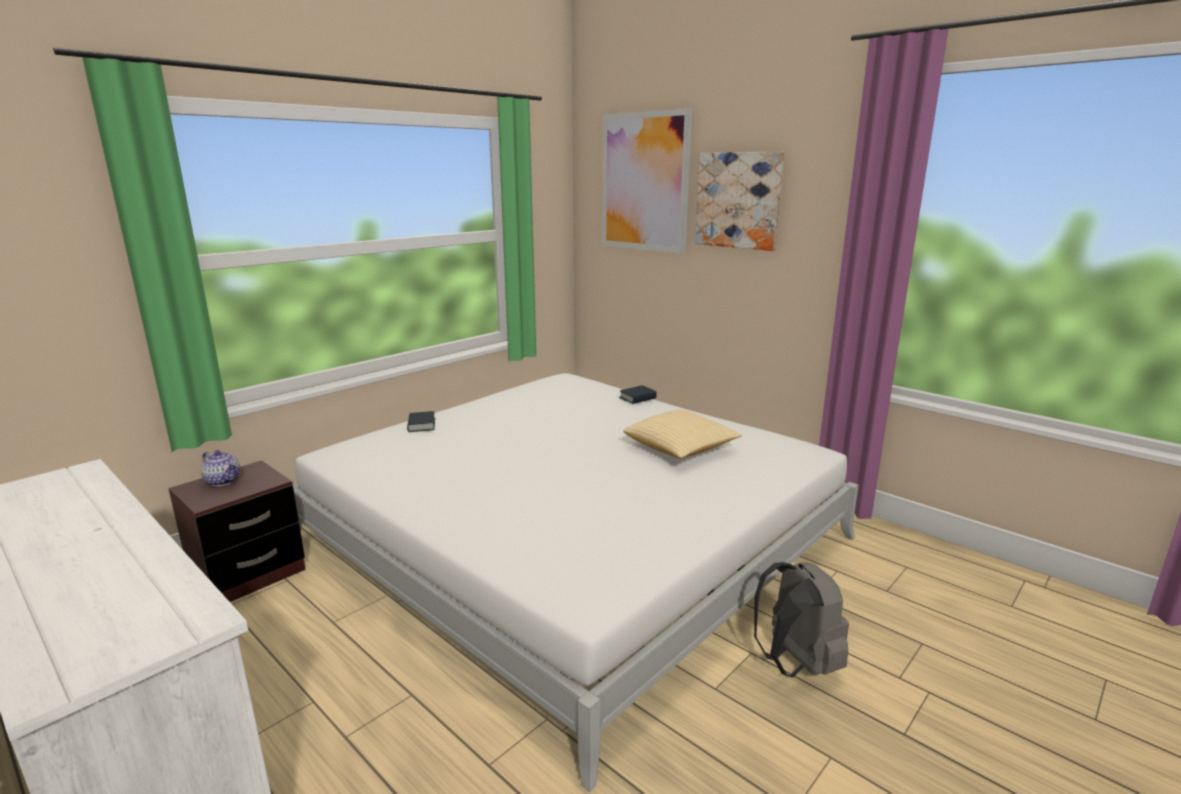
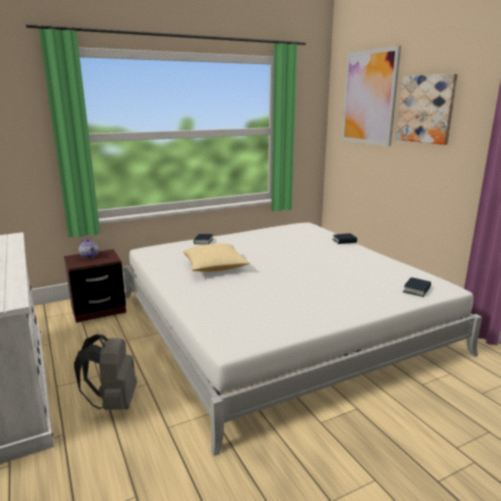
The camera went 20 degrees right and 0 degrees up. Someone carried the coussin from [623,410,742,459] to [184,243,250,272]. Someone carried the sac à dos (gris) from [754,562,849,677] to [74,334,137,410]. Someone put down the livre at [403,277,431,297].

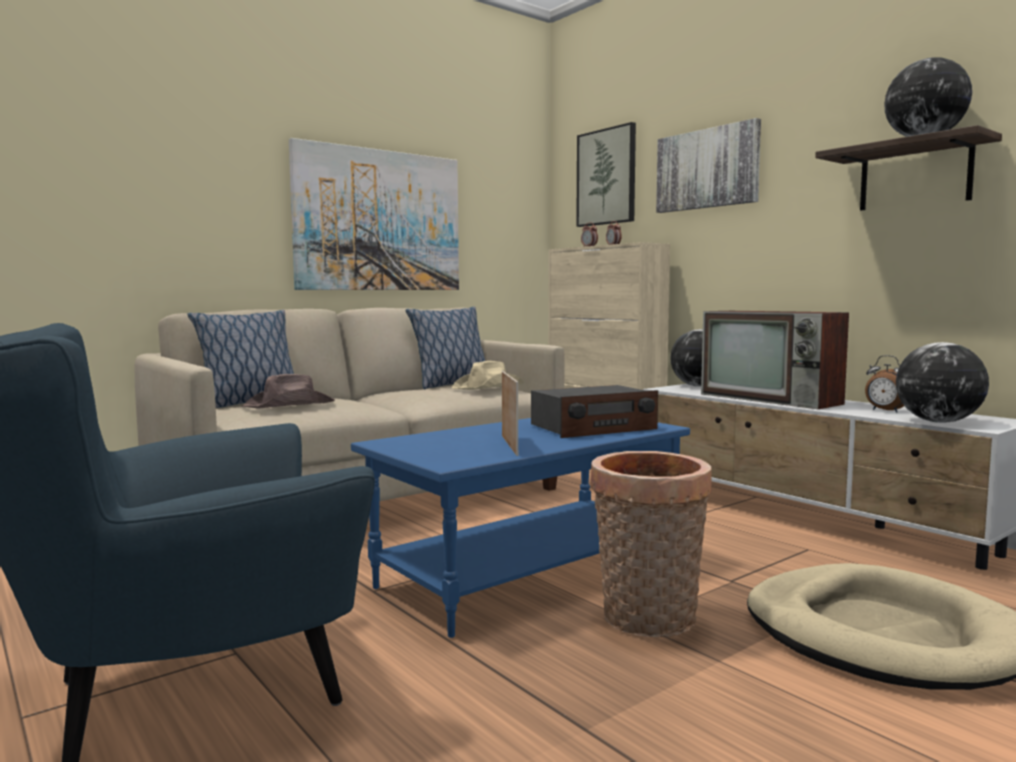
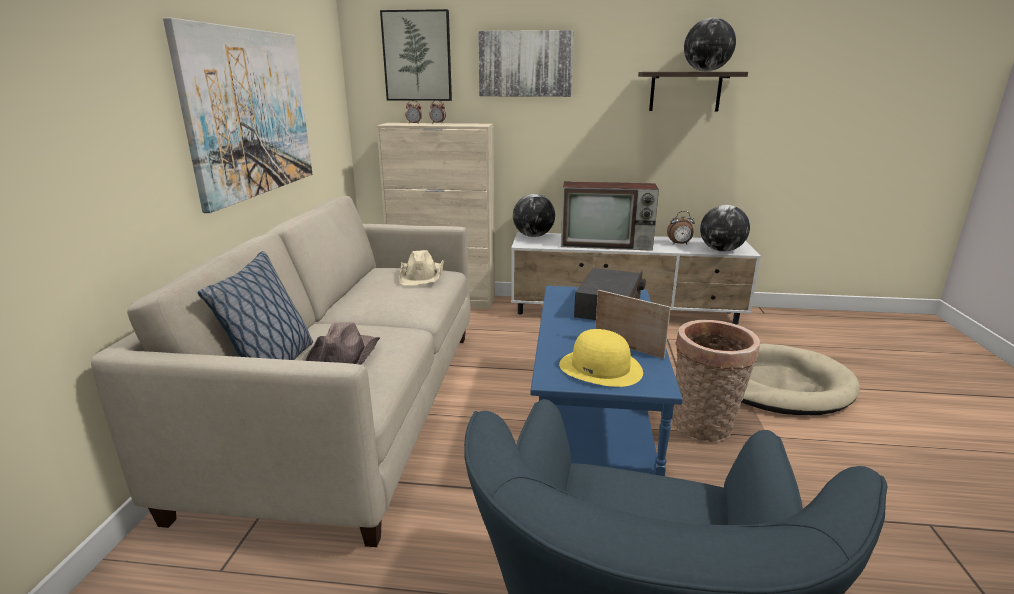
The camera went 45 degrees left and 15 degrees up. Someone took away the coussin at [405,306,485,389]. Someone put down the chapeau (jaune) at [559,329,643,387].

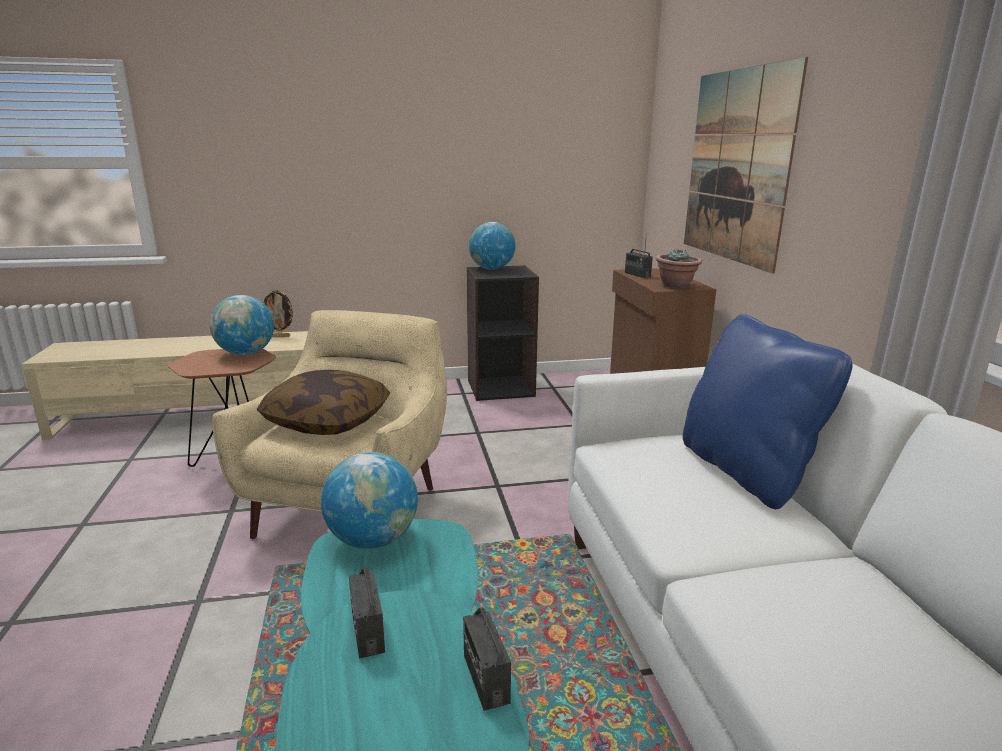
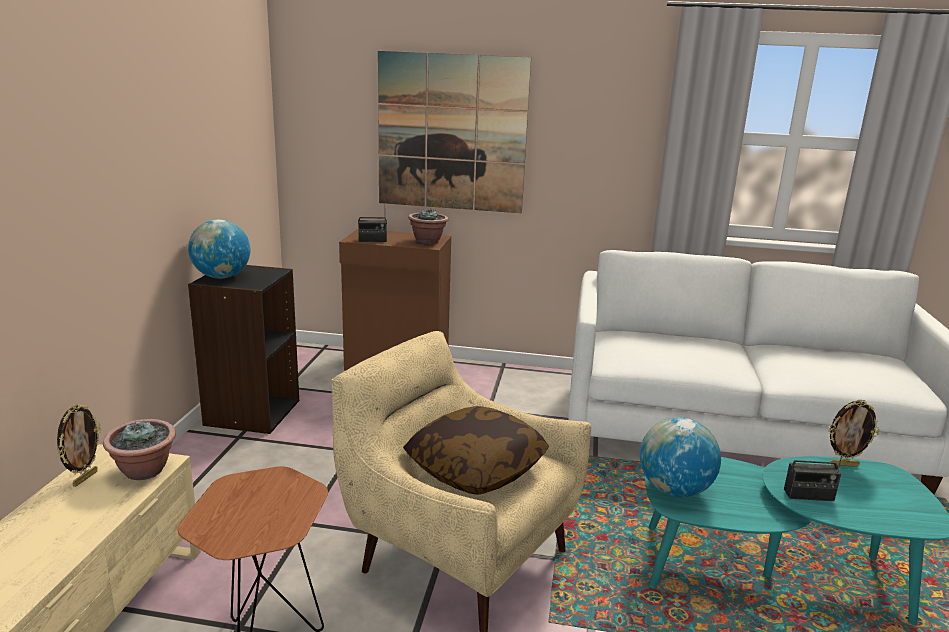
The camera went 70 degrees left and 0 degrees up. Someone took away the globe at [210,295,274,355]. Someone swapped the radio at [463,607,511,711] for the cadre photo at [828,399,879,467]. Someone took away the coussin (bleu) at [682,314,853,509]. Someone put down the plante en pot at [103,419,176,480].

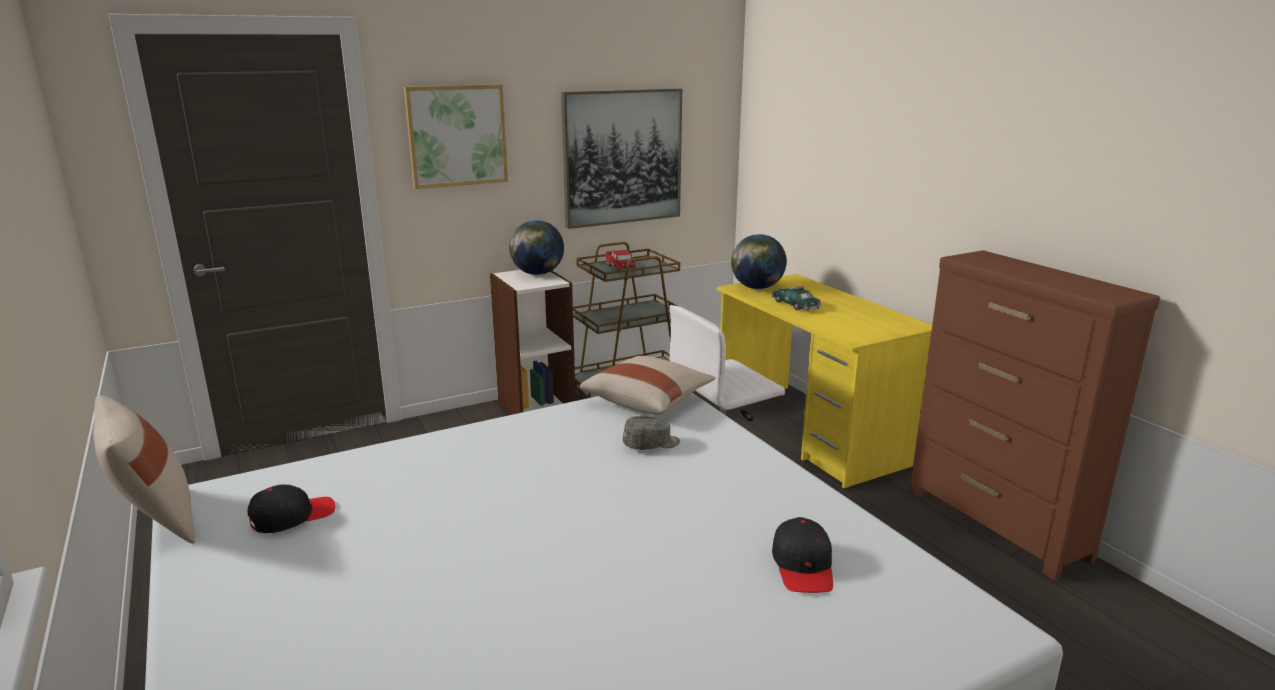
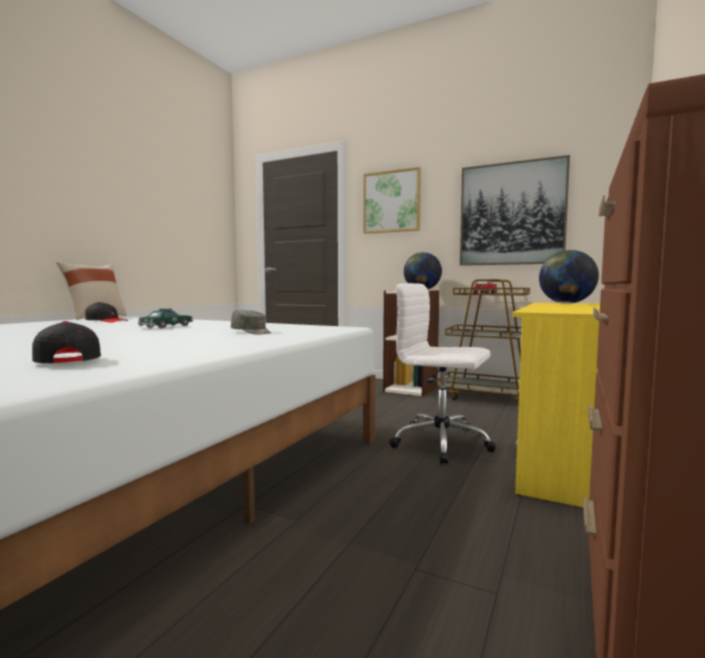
The camera went 55 degrees right and 15 degrees down. Someone took away the coussin (beige) at [580,356,715,414]. Someone carried the petite voiture from [771,286,822,311] to [138,308,193,328]. Someone rotated the casquette (noir) at [772,517,833,593] by 90 degrees clockwise.

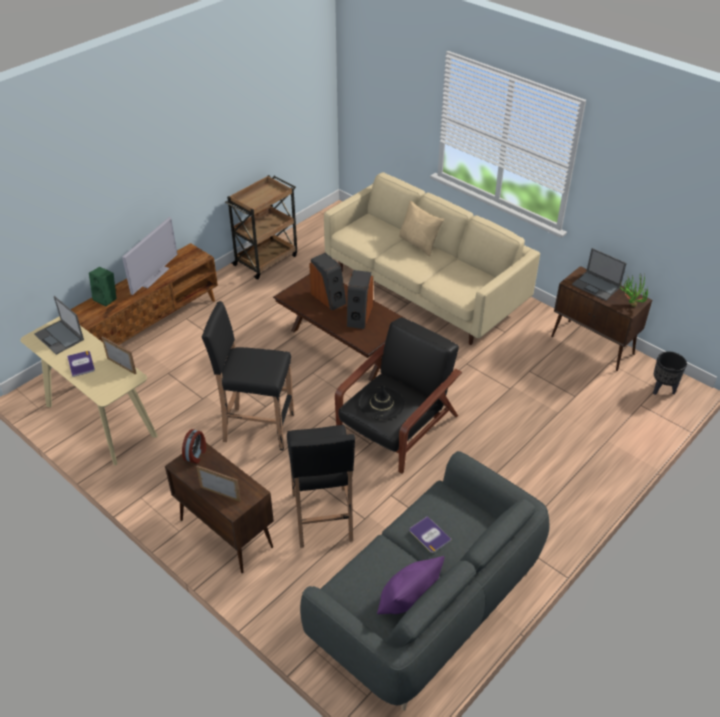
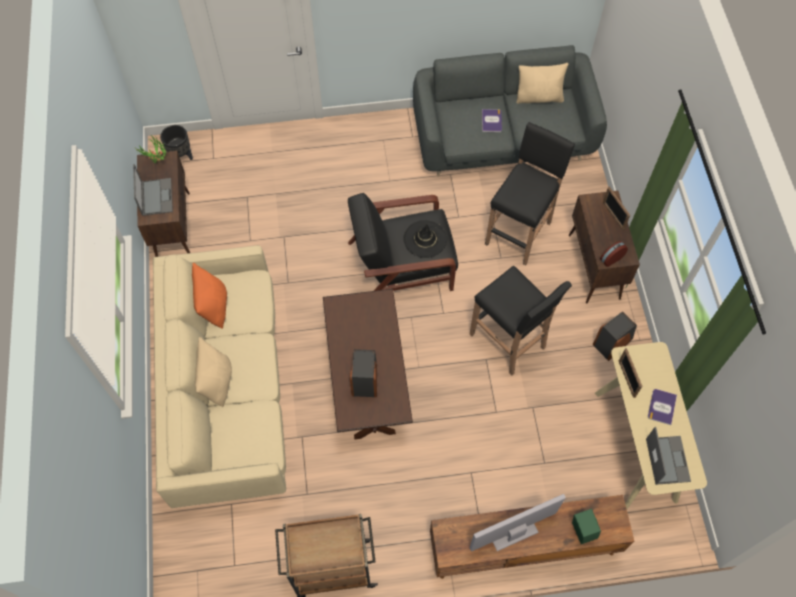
The camera went 140 degrees left and 20 degrees up. Someone carried the enceinte from [346,270,373,329] to [593,312,637,361]. Someone repainted the coussin (violet) at [377,556,444,614], which became the coussin (beige) at [517,63,569,104]. Someone put down the coussin (orange) at [192,263,227,329].

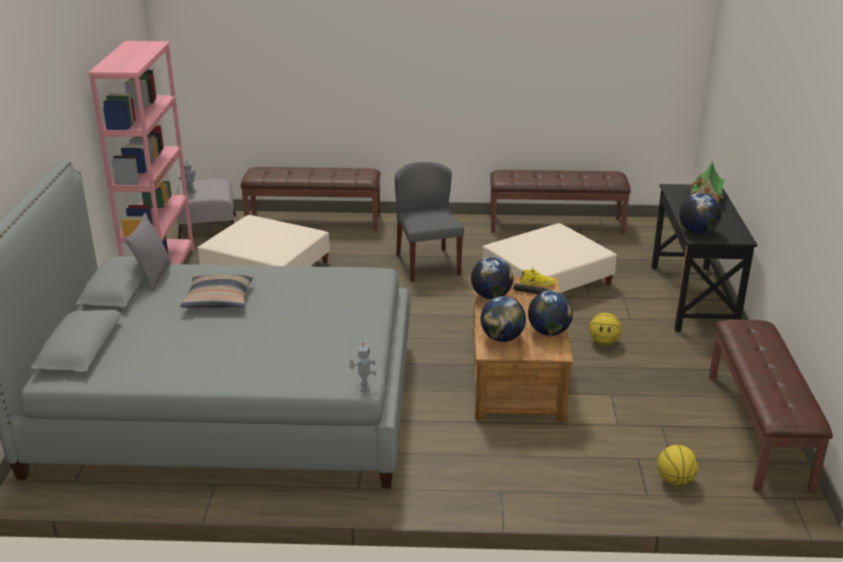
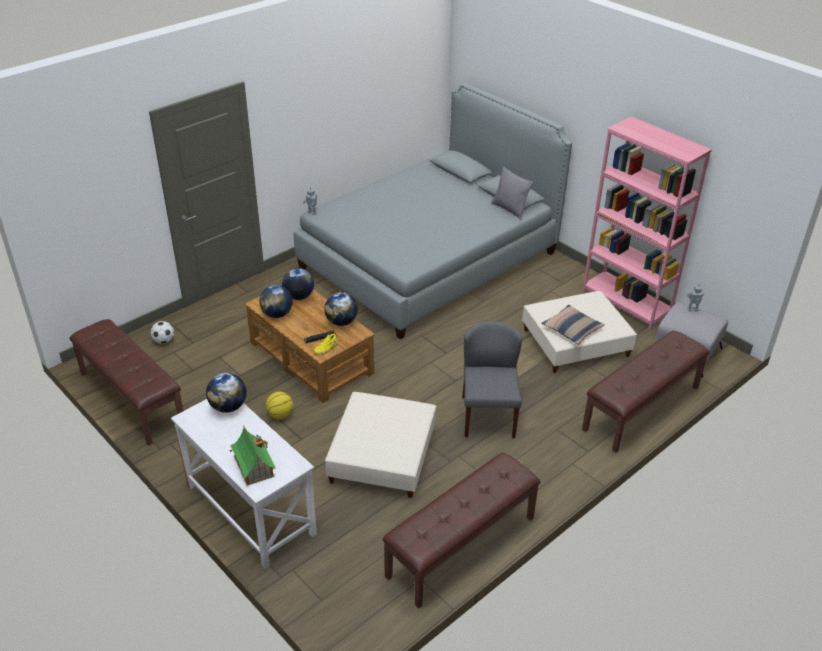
The camera went 135 degrees right and 10 degrees up. Someone carried the coussin from [180,275,254,308] to [541,305,605,345]. Someone rotated the chaise (gris) at [395,162,464,282] by 120 degrees counterclockwise. Someone repainted the bureau (noir) at [651,184,757,332], which became the bureau (blanc) at [171,399,317,569]. Someone swapped the ballon de basket at [657,445,699,485] for the ballon de foot at [151,321,174,344].

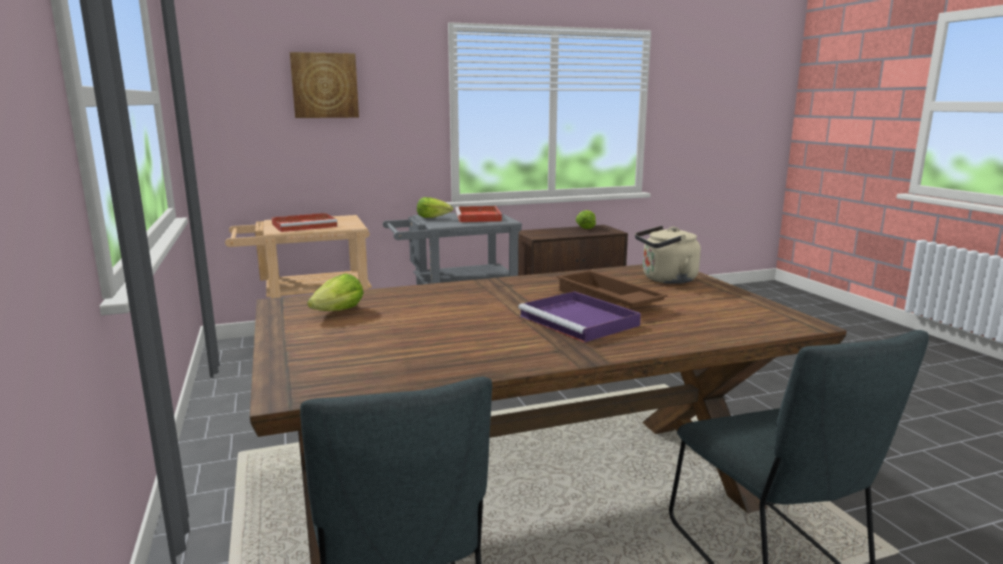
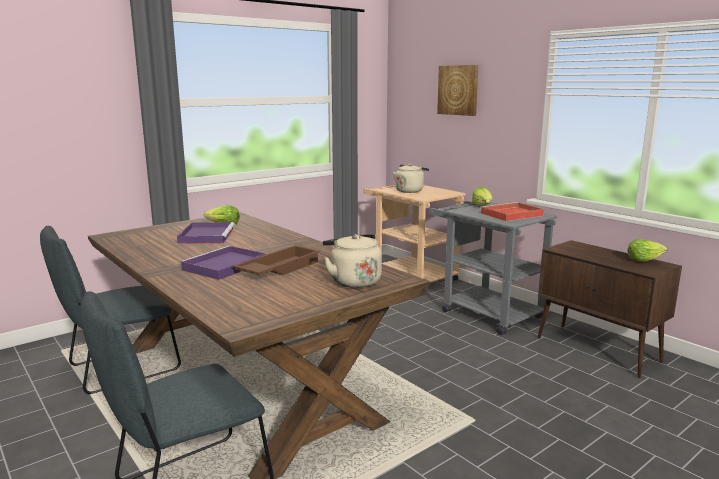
The camera went 70 degrees right and 0 degrees up. Someone swapped the plateau (rouge) at [271,213,338,232] for the bouilloire (beige) at [393,164,429,193]. Someone put down the plateau (violet) at [177,222,235,244].

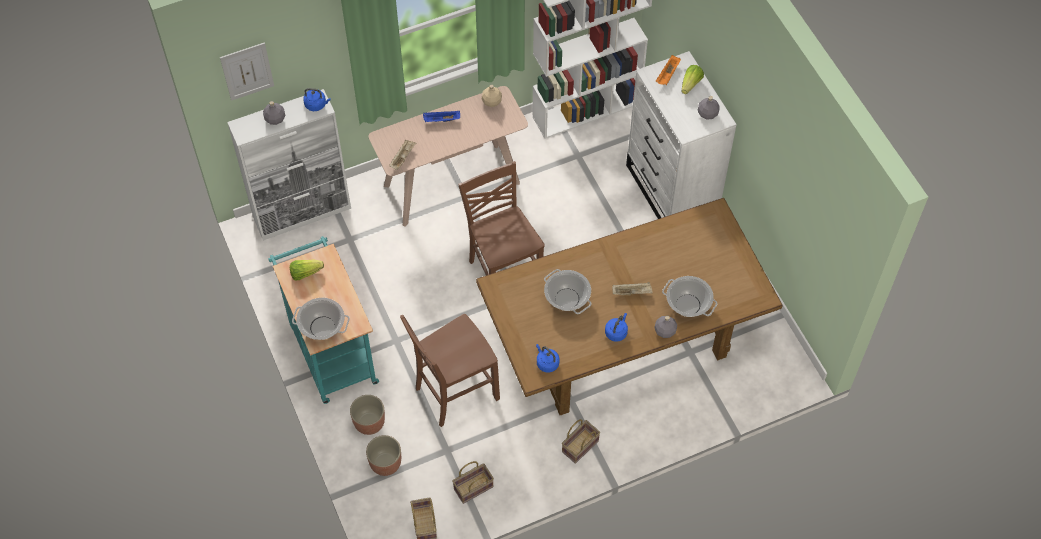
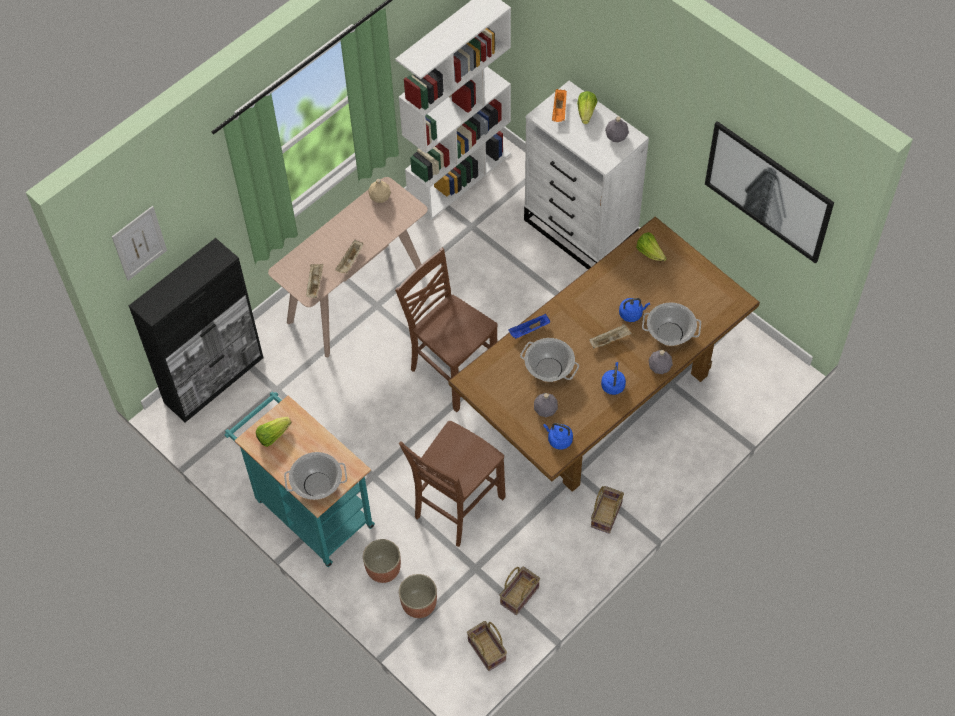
The camera went 20 degrees left and 0 degrees up. Someone repainted the meuble de rangement (blanc) at [227,89,351,241], which became the meuble de rangement (noir) at [129,238,263,423]. Someone carried the bouteille (gris) from [263,101,285,125] to [534,393,558,417]. Someone carried the bouilloire (bleu) from [303,88,331,111] to [619,298,650,322]. Someone carried the plateau (bleu) from [423,111,460,122] to [508,314,550,339]. Someone put down the plateau (beige) at [335,239,364,273]. Someone put down the laitue at [636,232,667,261]. Someone put up the tableau at [705,121,834,264].

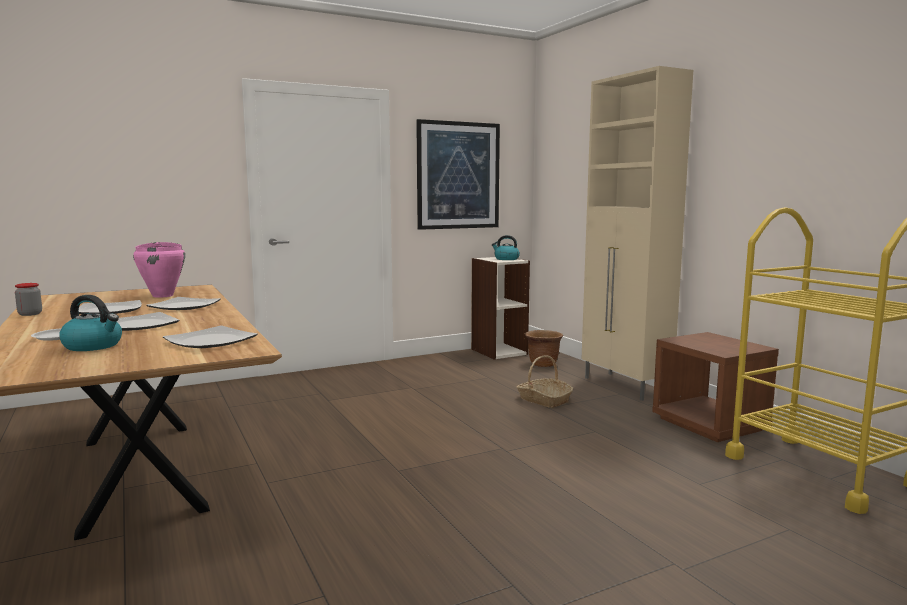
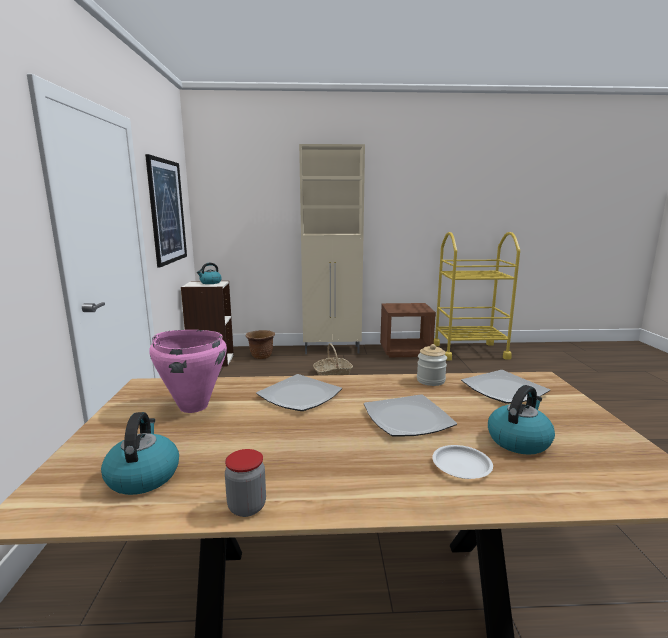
The camera went 65 degrees left and 5 degrees up. Someone took away the assiette at [79,300,142,314]. Someone put down the bouilloire at [101,412,179,495]. Someone put down the bocal at [417,344,447,386].

